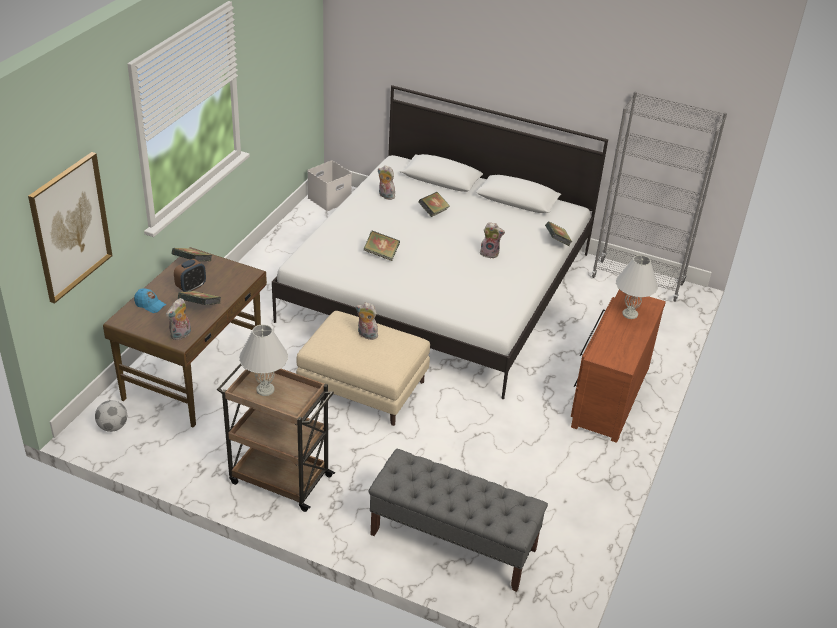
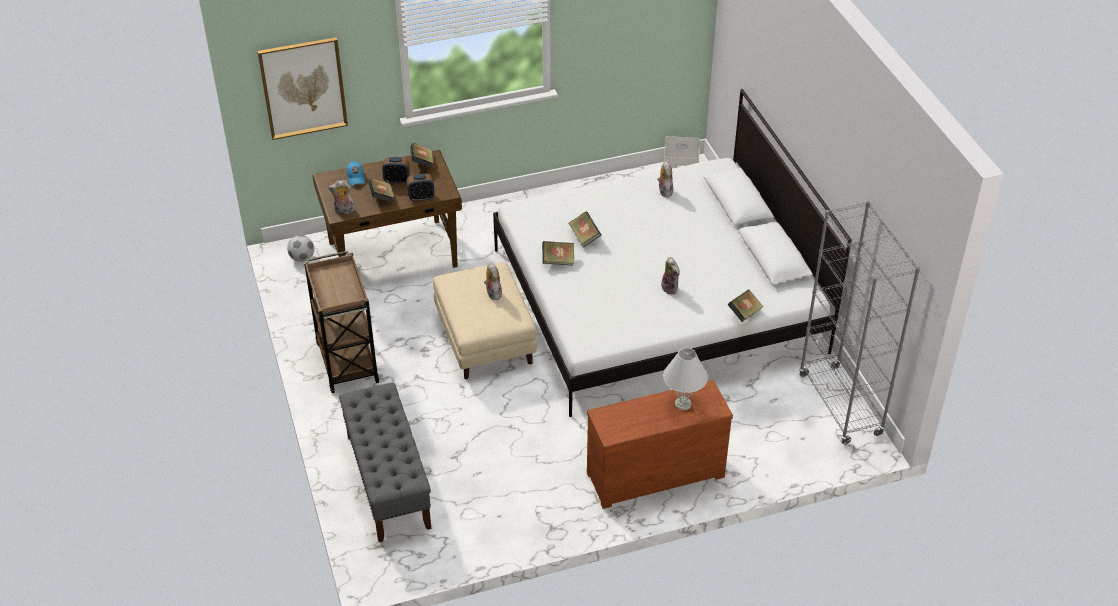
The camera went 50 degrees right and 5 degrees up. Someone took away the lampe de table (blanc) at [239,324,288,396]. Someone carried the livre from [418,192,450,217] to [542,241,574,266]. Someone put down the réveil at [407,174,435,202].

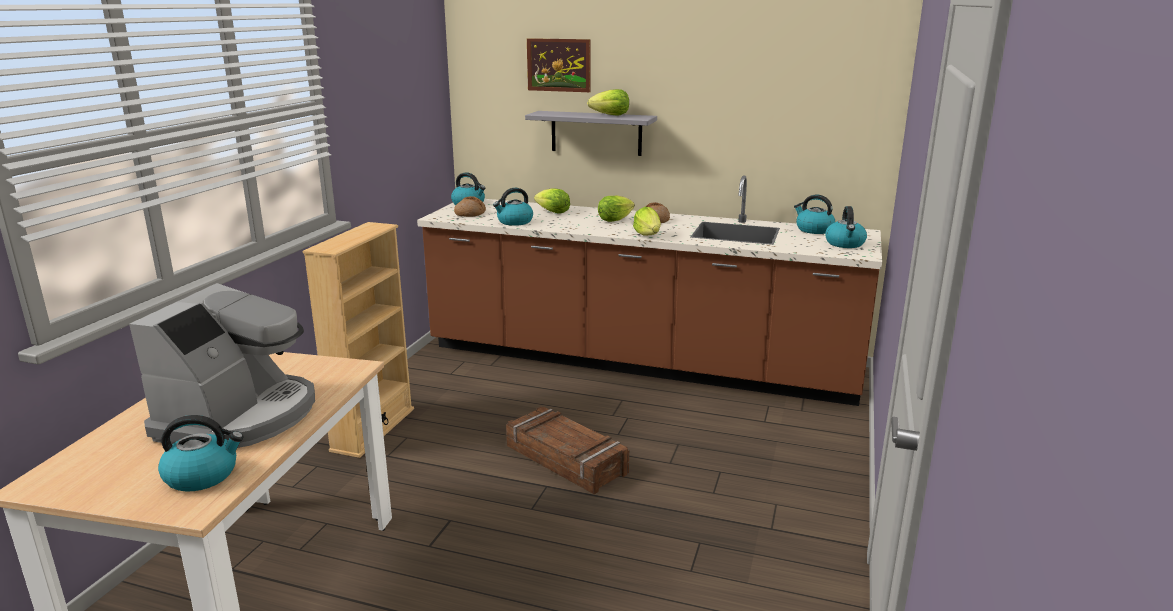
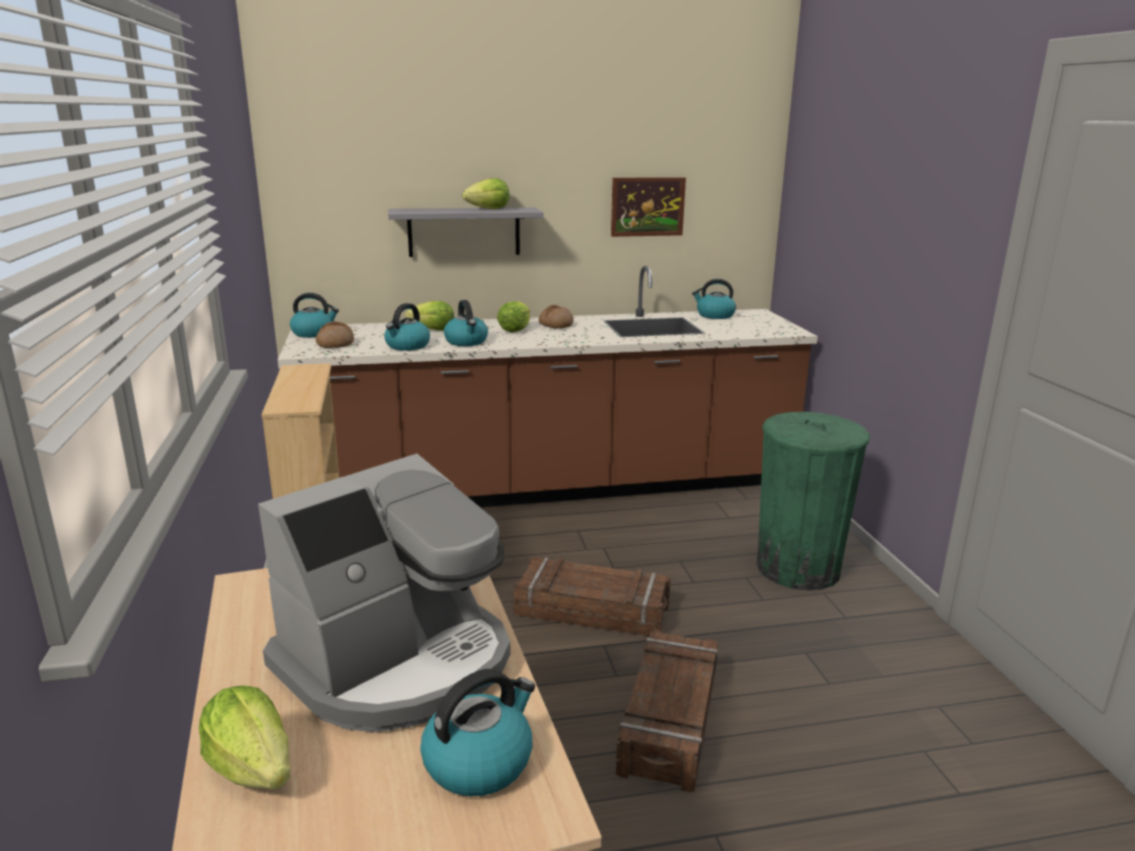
The camera went 30 degrees left and 0 degrees up. Someone rotated the machine à café at [129,283,315,448] by 60 degrees clockwise. Someone carried the tableau from [527,38,590,92] to [611,177,686,237]. Someone carried the laitue from [633,207,661,236] to [199,685,290,789]. Someone carried the bouilloire from [825,206,867,248] to [444,300,488,346]. Someone put down the caisse at [616,630,718,792]. Someone put down the poubelle (vert) at [757,412,870,591].

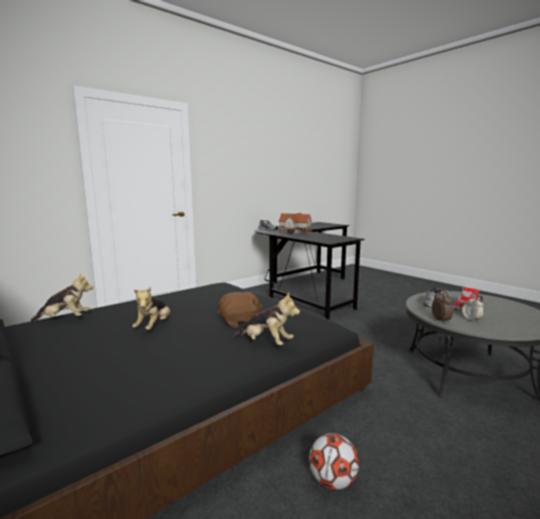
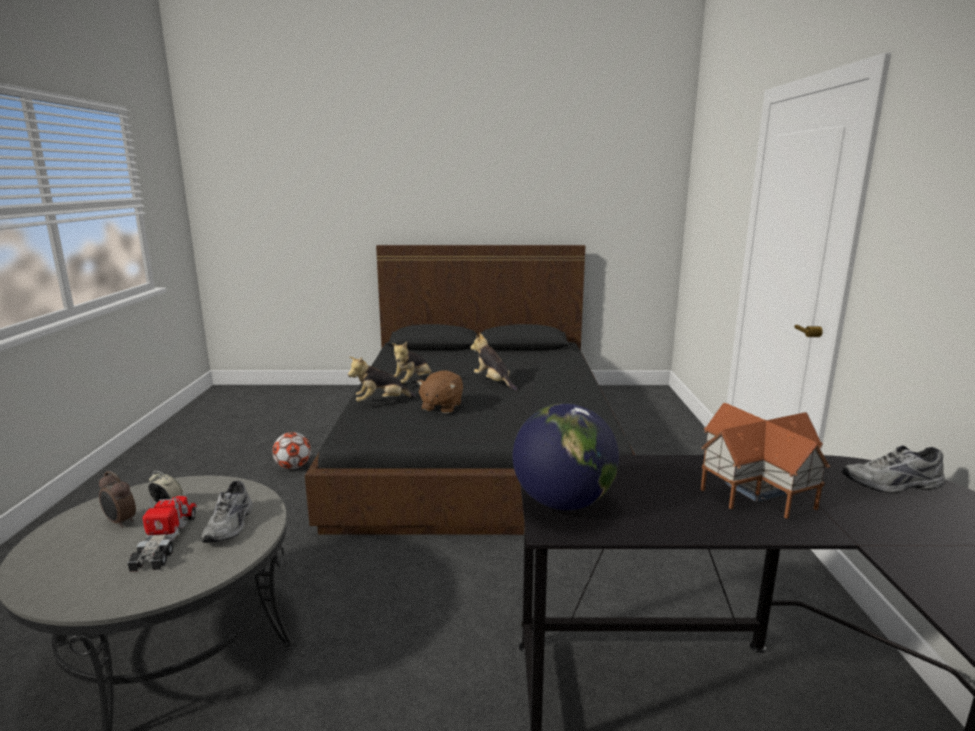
The camera went 130 degrees right and 5 degrees up. Someone carried the peluche from [30,273,93,321] to [392,342,432,384]. Someone carried the réveil from [432,290,453,324] to [99,471,136,528]. Someone put down the globe at [513,403,619,510].

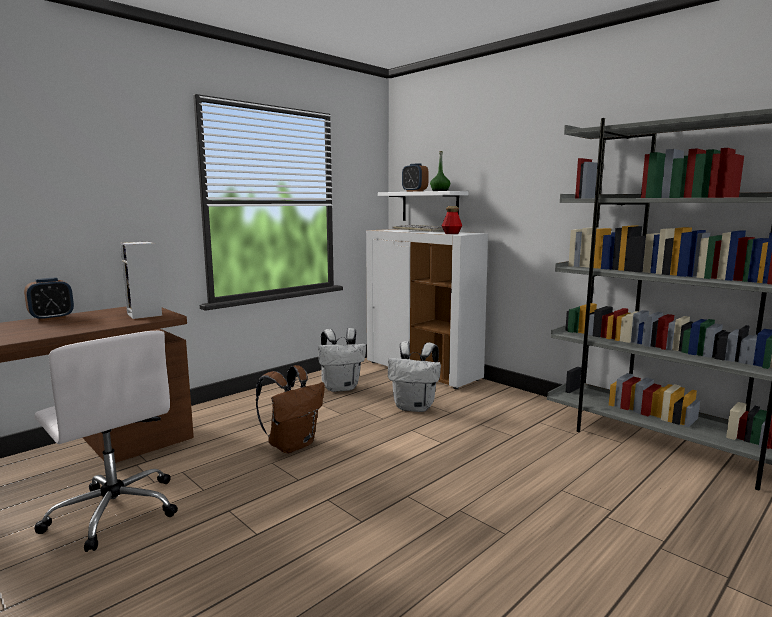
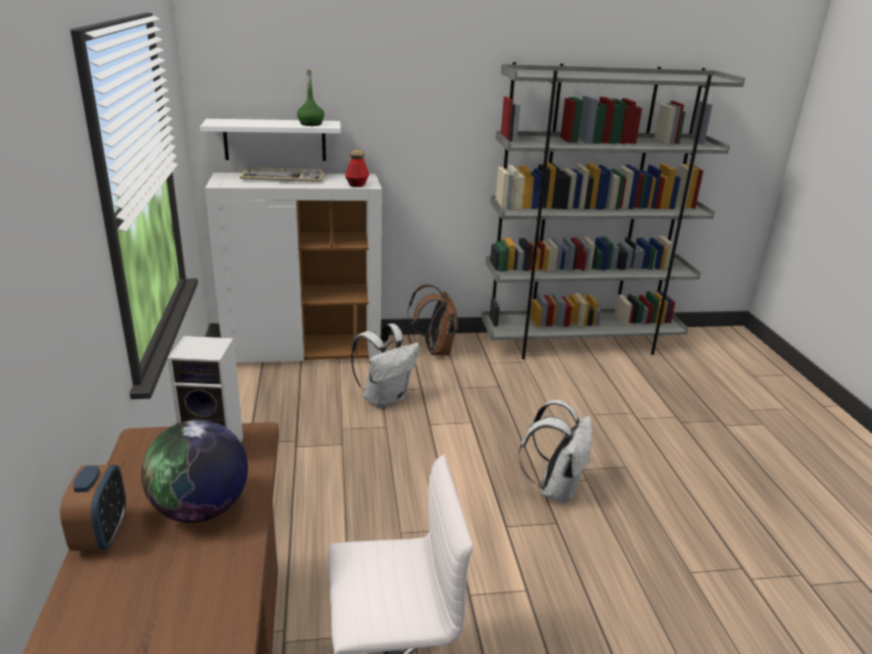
The camera went 55 degrees left and 15 degrees up. Someone carried the sac à dos (marron) from [256,365,325,453] to [407,284,458,356]. Someone carried the sac à dos (blanc) from [318,328,366,392] to [519,400,593,504]. Someone took away the réveil at [402,163,429,192]. Someone put down the globe at [141,420,248,523].

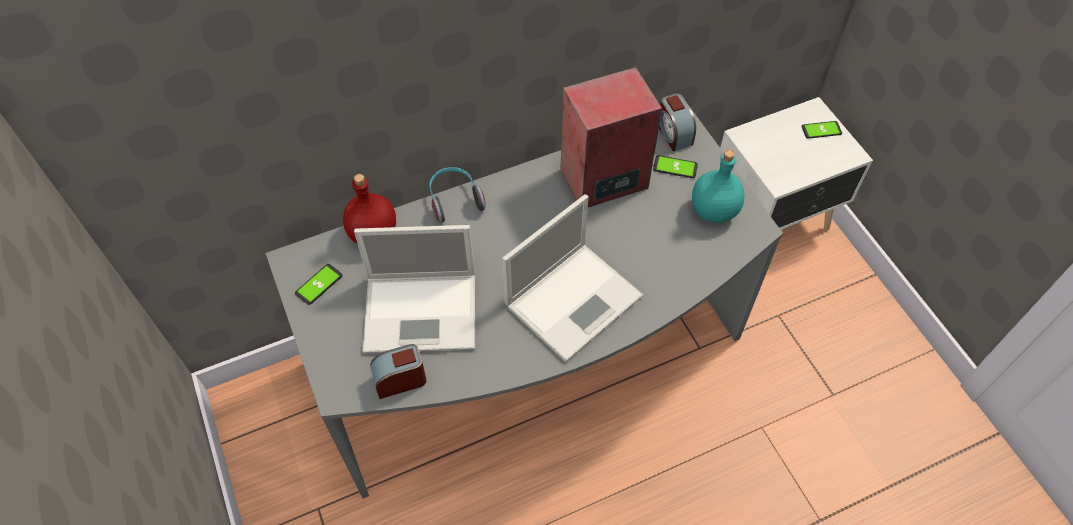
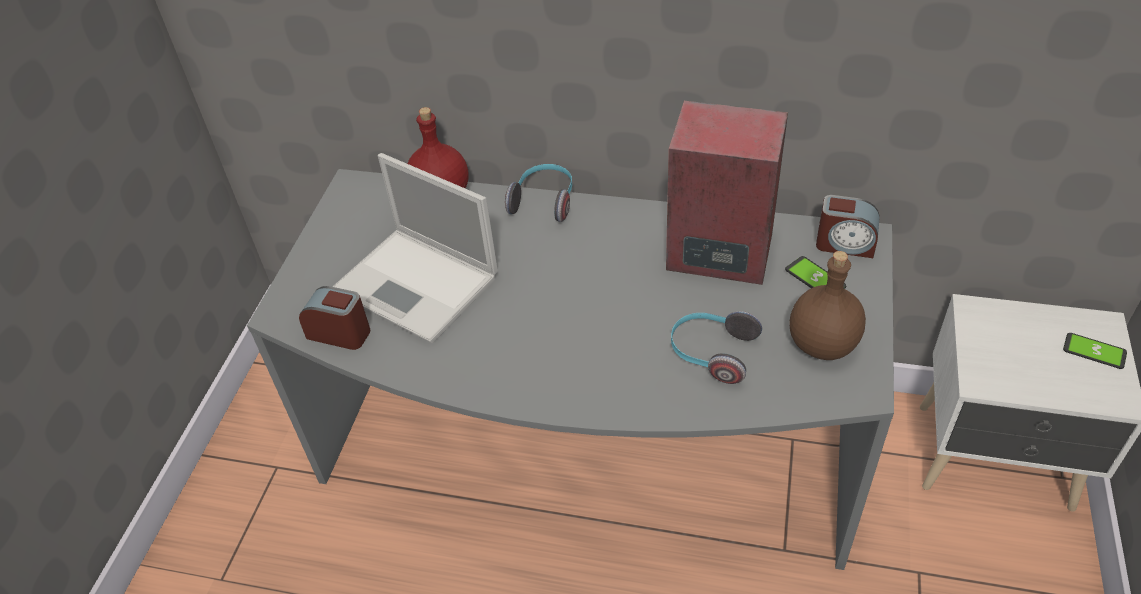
The camera went 40 degrees right and 10 degrees down. Someone took away the téléphone at [295,264,342,305]. Someone took away the ordinateur portable at [502,194,643,362]. Someone rotated the réveil at [659,93,696,151] by 90 degrees counterclockwise. Someone repainted the bouteille (turquoise) at [692,150,745,223], which became the bouteille (marron) at [790,251,866,360]. Someone put down the casque audio at [671,311,762,384].

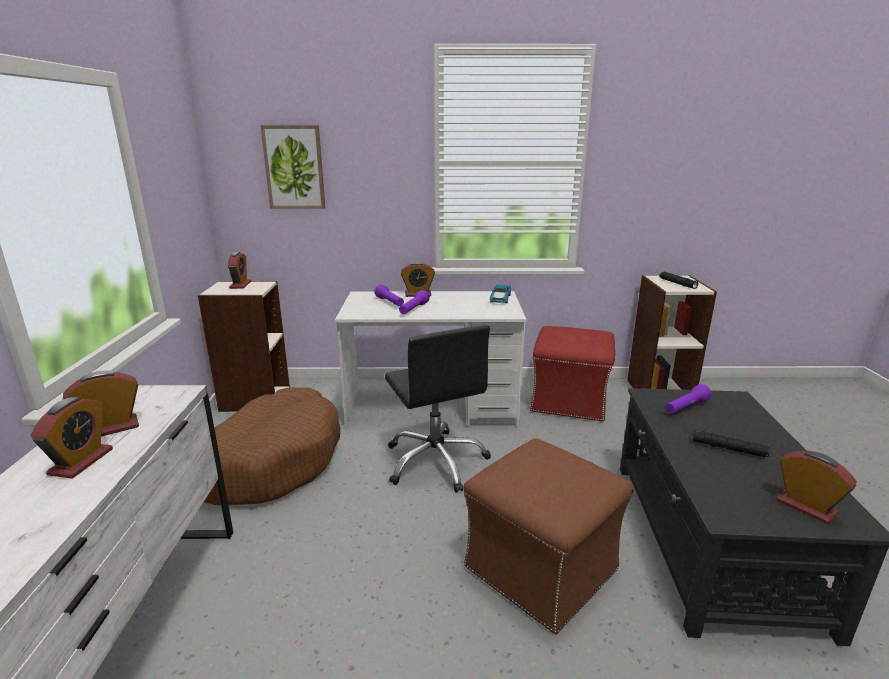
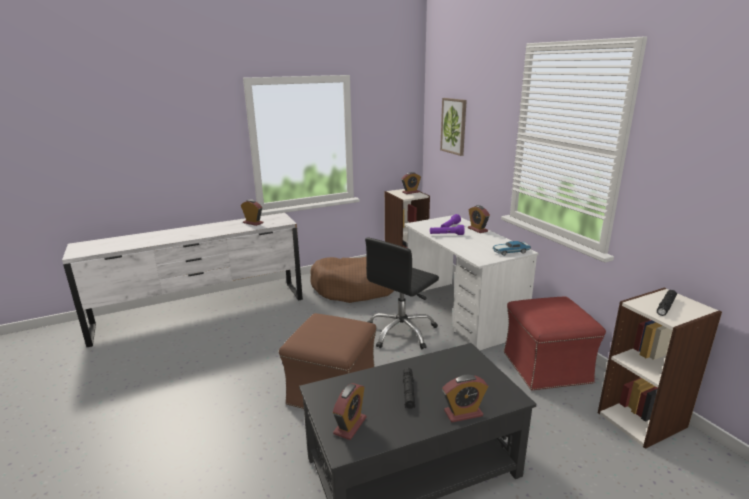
The camera went 65 degrees right and 0 degrees up. Someone carried the réveil from [30,397,113,479] to [442,375,488,422]. Someone took away the lampe de poche (violet) at [665,384,712,414].

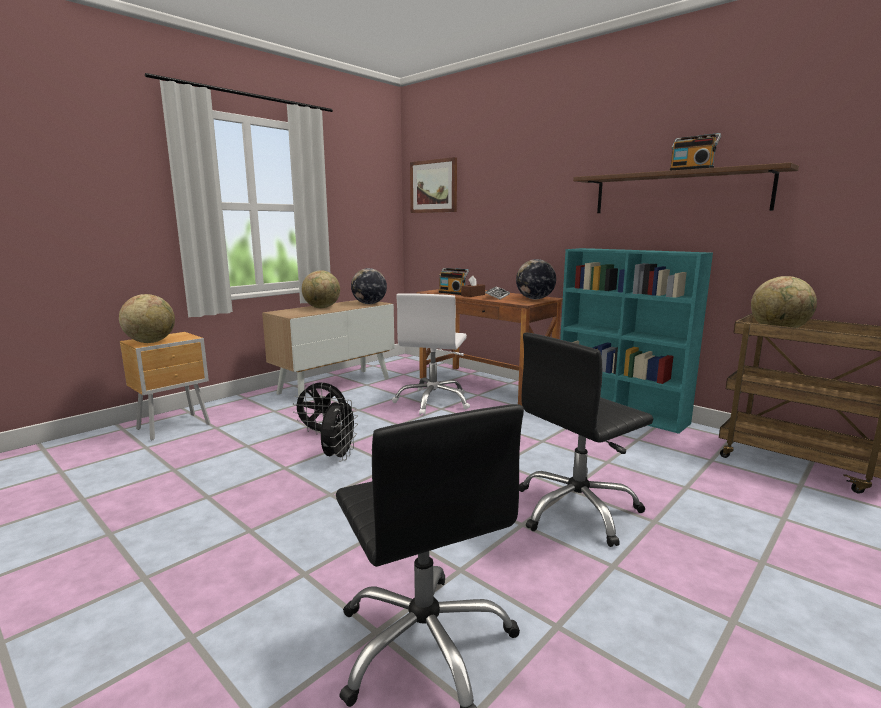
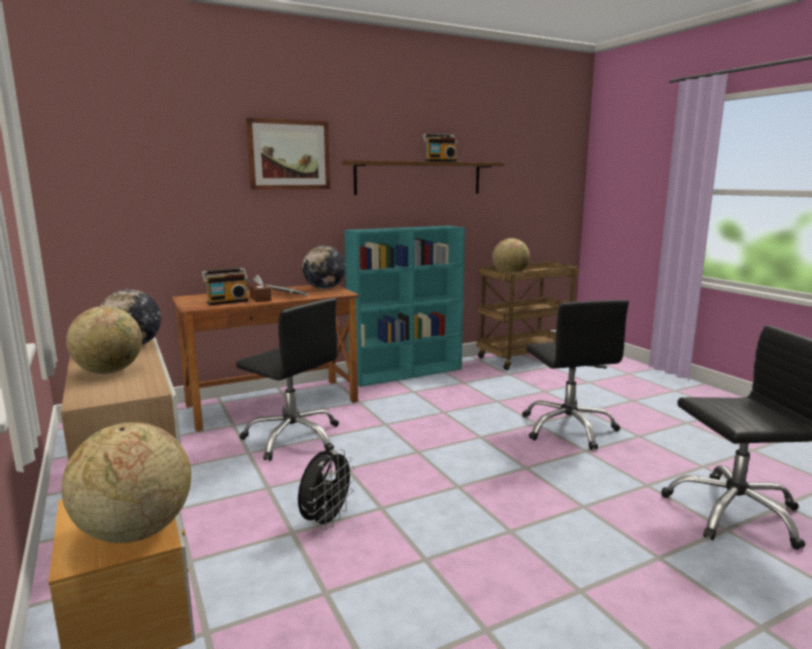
The camera went 70 degrees left and 0 degrees up. Someone took away the ventilateur (noir) at [320,400,358,462]. Someone repainted the chaise de bureau (blanc) at [392,293,470,415], which became the chaise de bureau (noir) at [236,298,339,461]. Someone carried the tableau from [410,157,457,213] to [246,118,330,190].

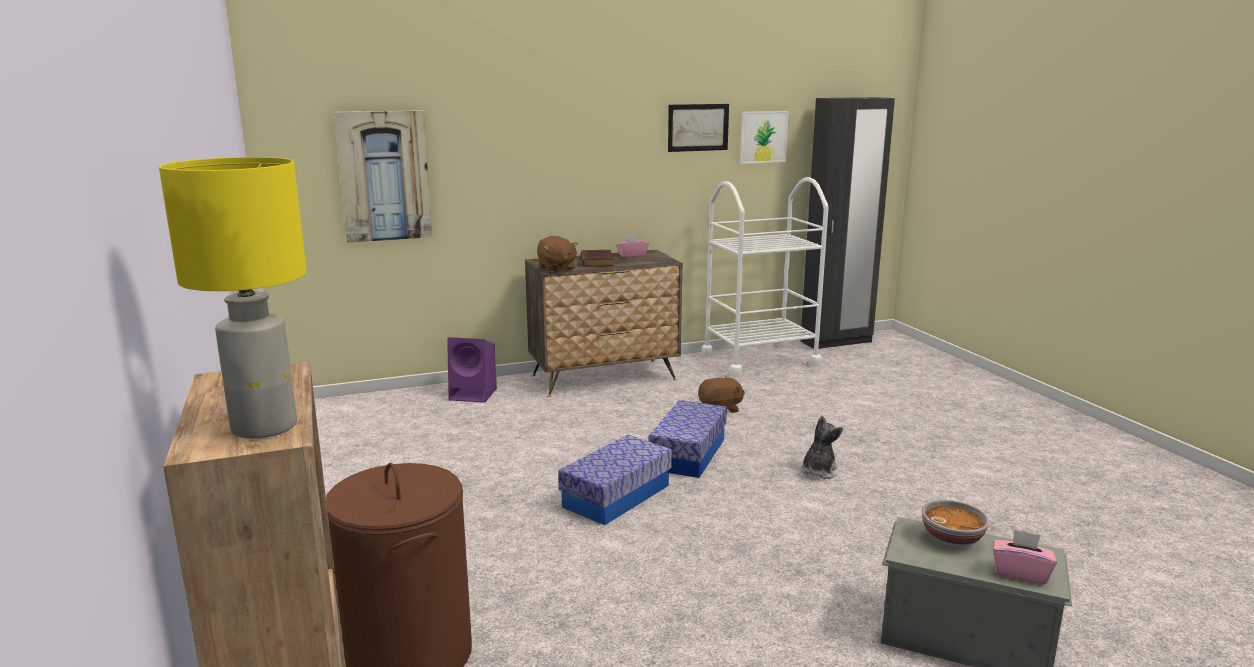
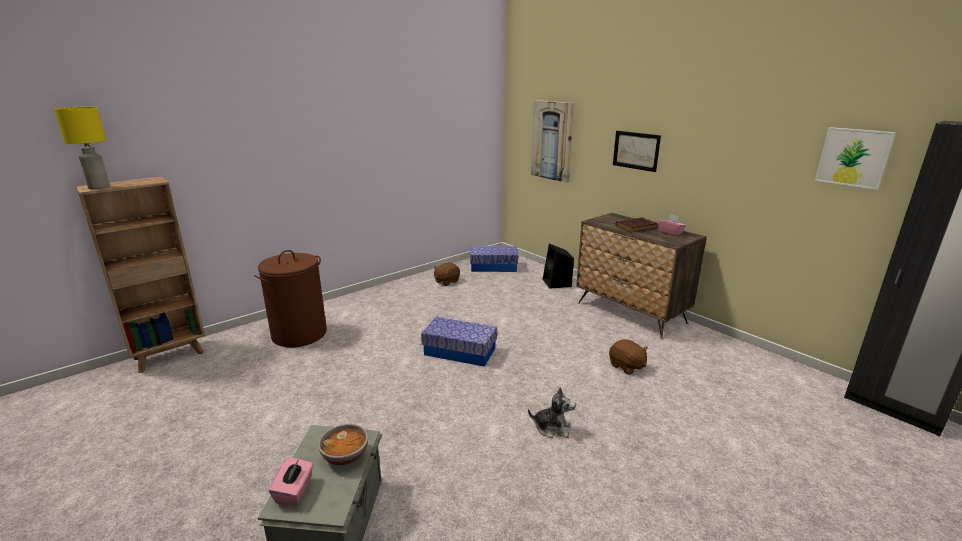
The camera went 70 degrees right and 5 degrees up. Someone repainted the enceinte (violet) at [447,337,497,403], which became the enceinte (noir) at [543,244,574,289]. Someone carried the peluche (marron) from [537,236,578,272] to [434,262,460,286]. Someone carried the boîte de rangement from [648,400,727,478] to [470,246,518,272]. Someone carried the tableau from [668,104,729,152] to [613,131,661,172]. Someone took away the chariot (blanc) at [701,177,829,377].

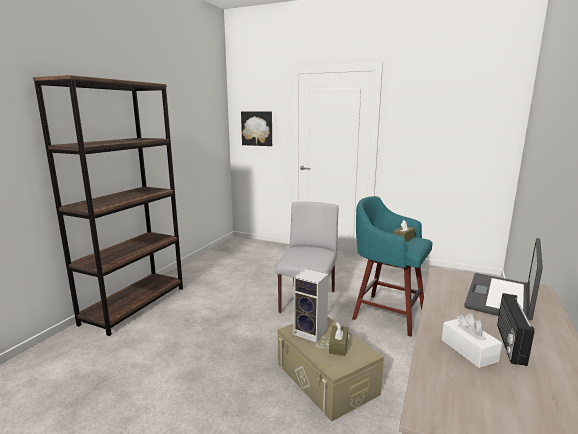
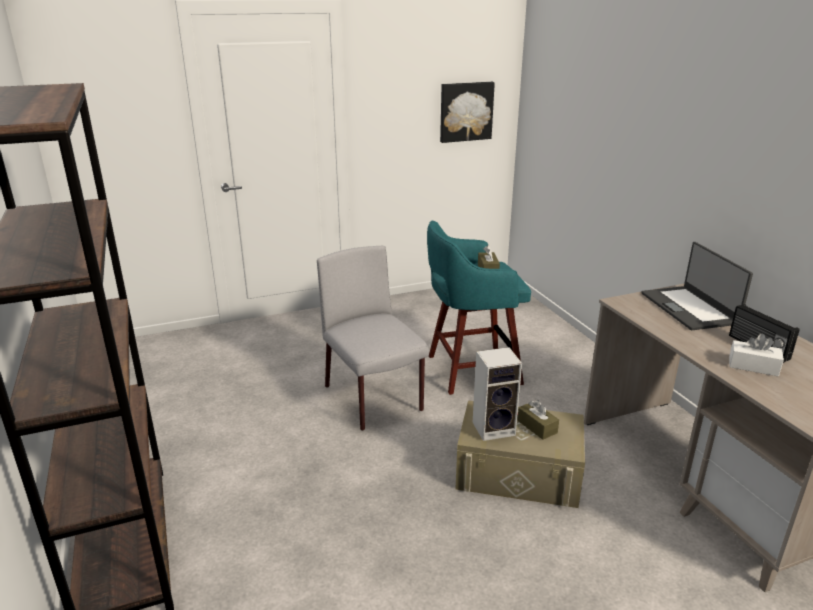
The camera went 45 degrees left and 10 degrees up. Someone carried the tableau from [241,111,272,146] to [440,82,495,143].

